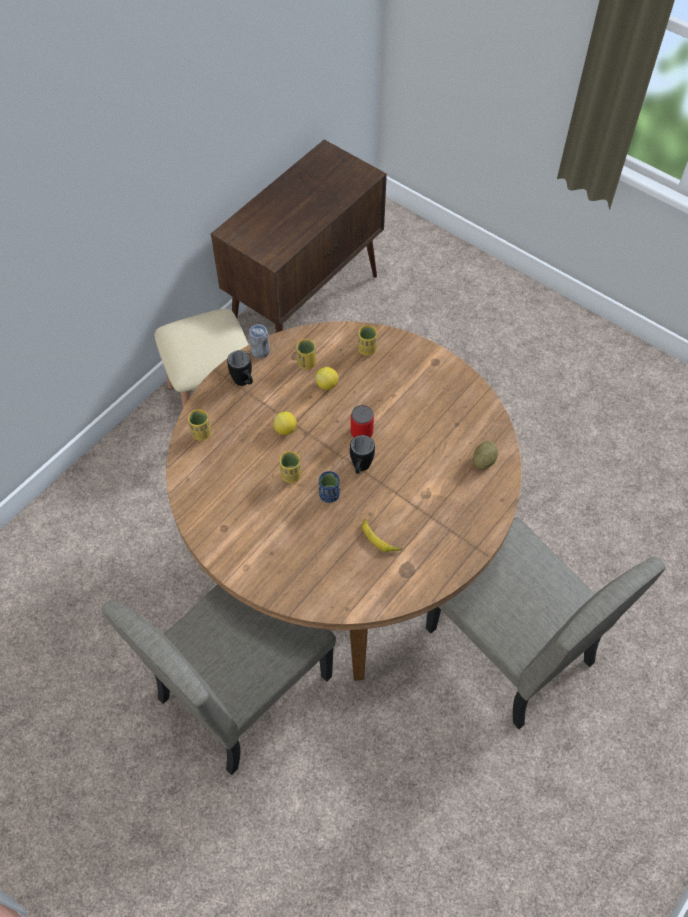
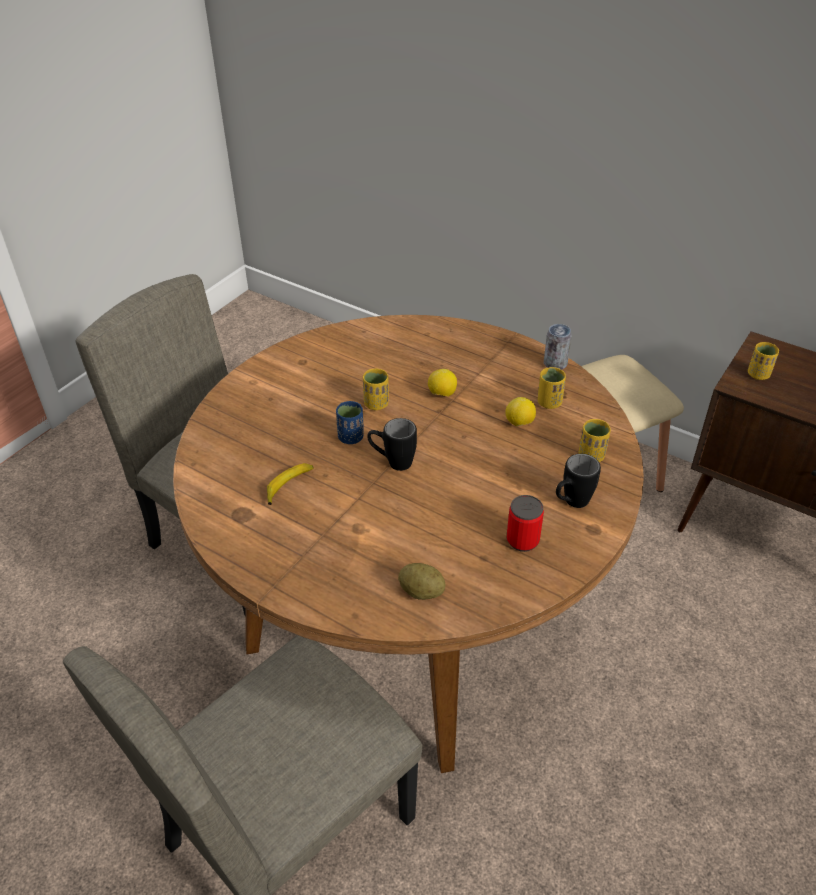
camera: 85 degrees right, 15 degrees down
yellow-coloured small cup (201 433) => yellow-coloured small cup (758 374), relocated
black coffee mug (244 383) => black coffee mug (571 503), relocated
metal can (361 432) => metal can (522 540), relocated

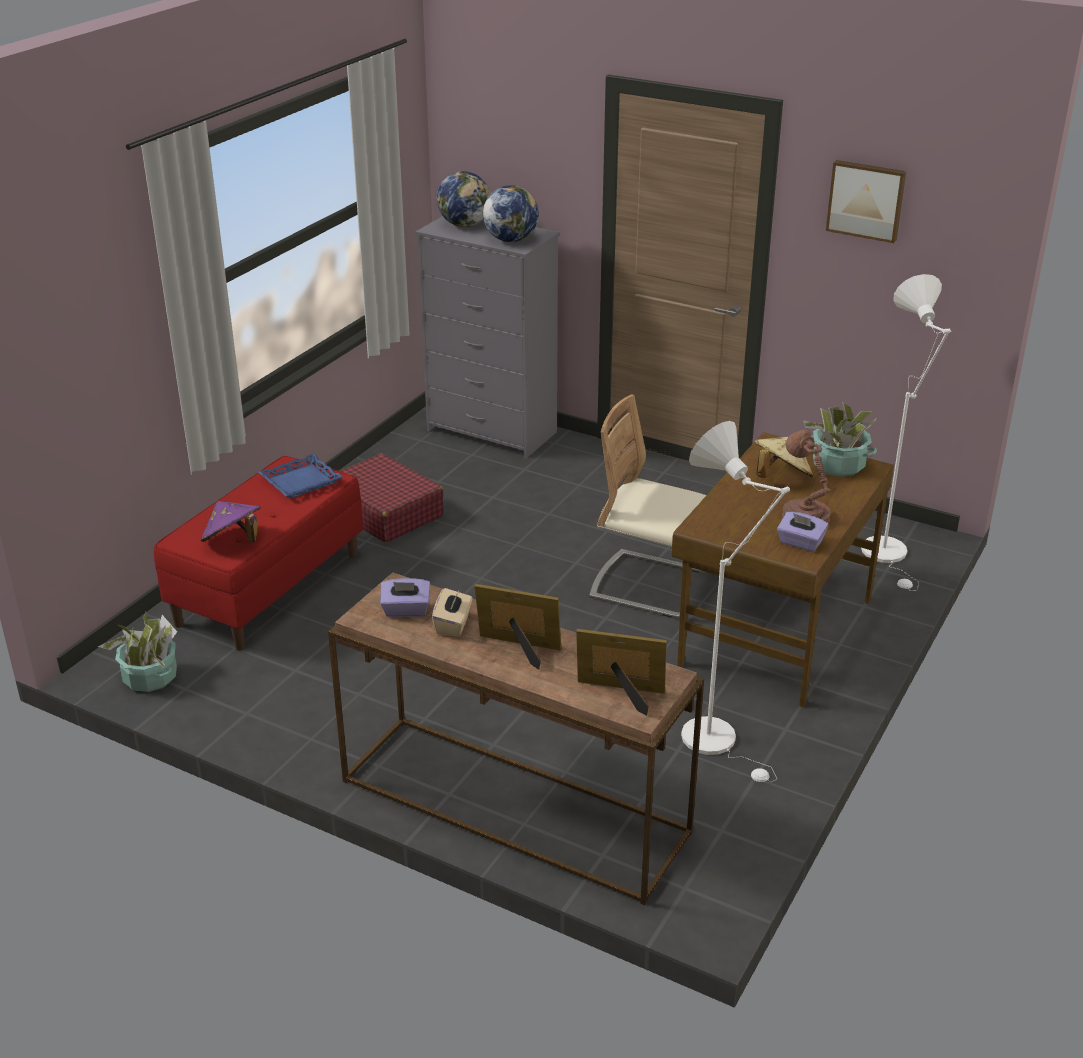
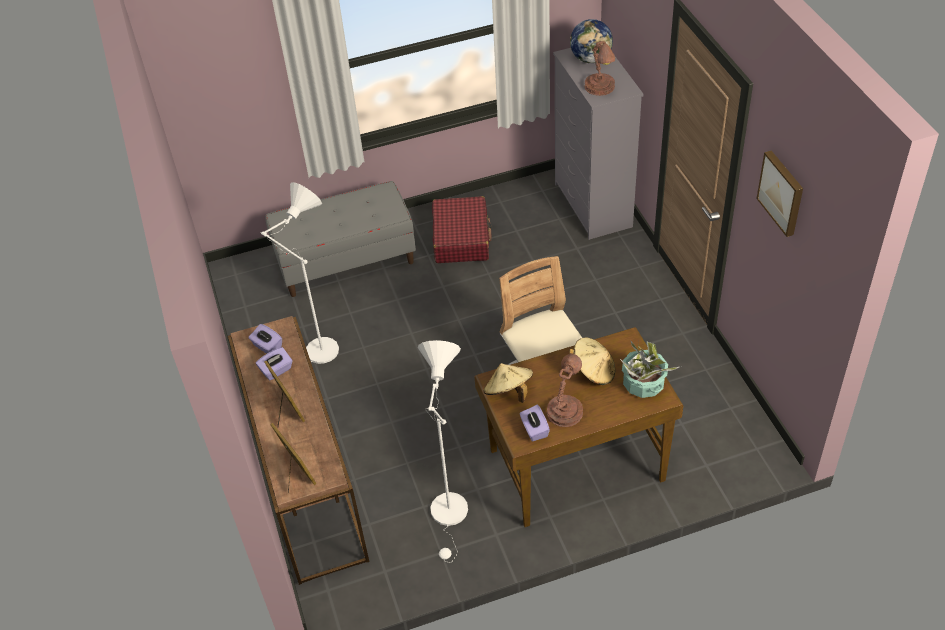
camera: 45 degrees right, 15 degrees up
houseplant (150 677) => nothing
purple-coloured clothing hat (233 542) => nothing
blue-coloured serving tray (301 481) => nothing
nothing => beige clothing hat (508 392)
whitish standard lamp (889 555) => whitish standard lamp (319 356), relocated
desk globe (511 240) => brown table lamp (600 88)
red long seat (268 588) => grey long seat (346 261)
beige tissue box (453 624) => purple-coloured tissue box (276 370)

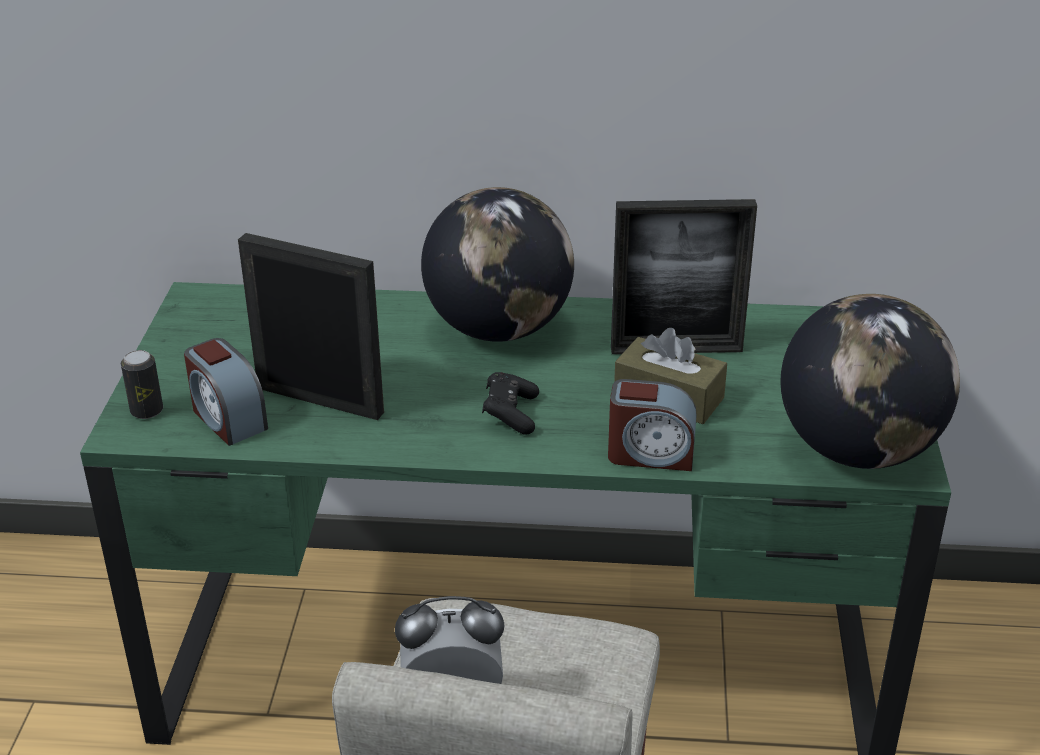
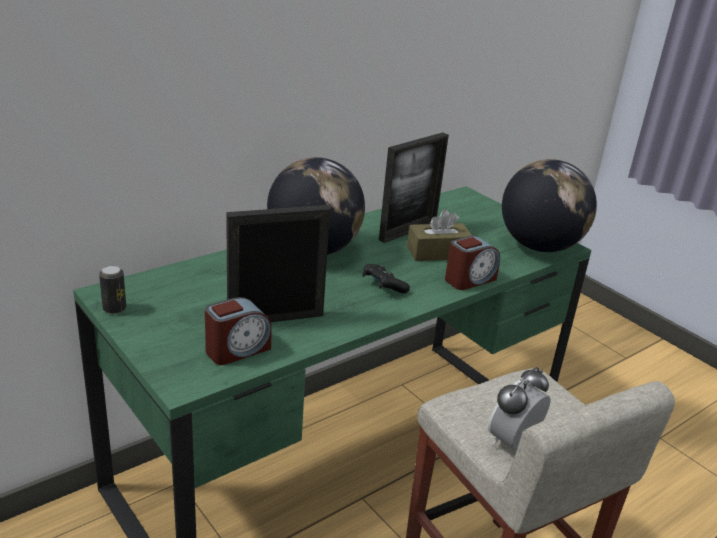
camera: 45 degrees left, 5 degrees down
metal can (147 411) => metal can (114 308), relocated
table clock (228 418) => table clock (237 350), 45 degrees counterclockwise

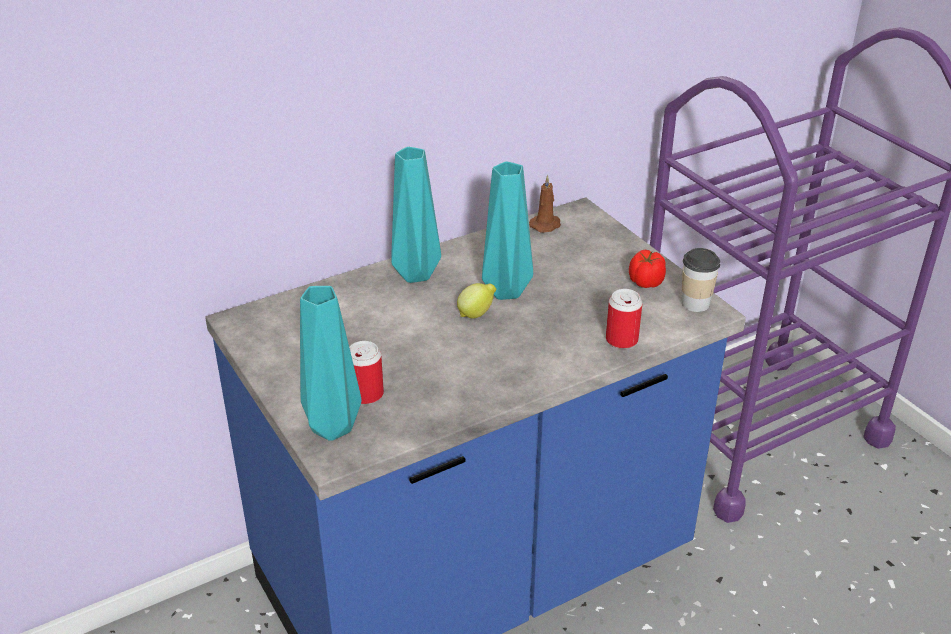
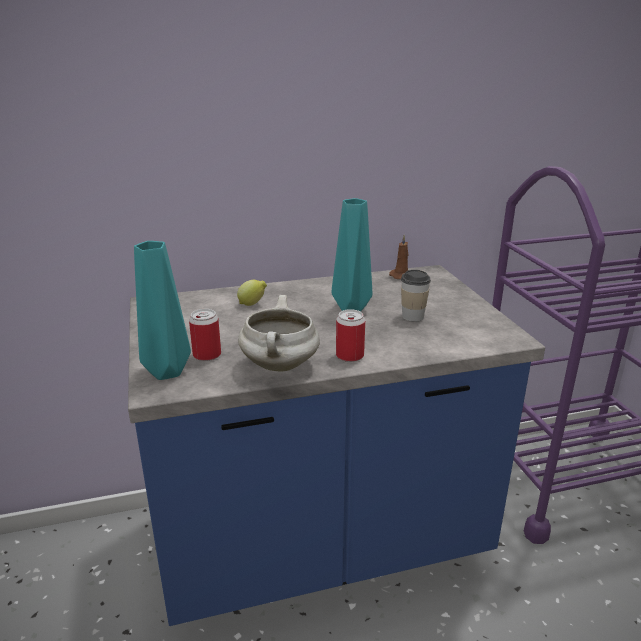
camera: 15 degrees right, 10 degrees down
blue-green decorative vase (416 273) => nothing
tomato (645 282) => nothing
nothing => whitish cooking pot (281 366)
lemon (476 314) => lemon (252 304), relocated
metal can (621 340) => metal can (349 356), relocated
small cup (695 304) => small cup (413 316), relocated

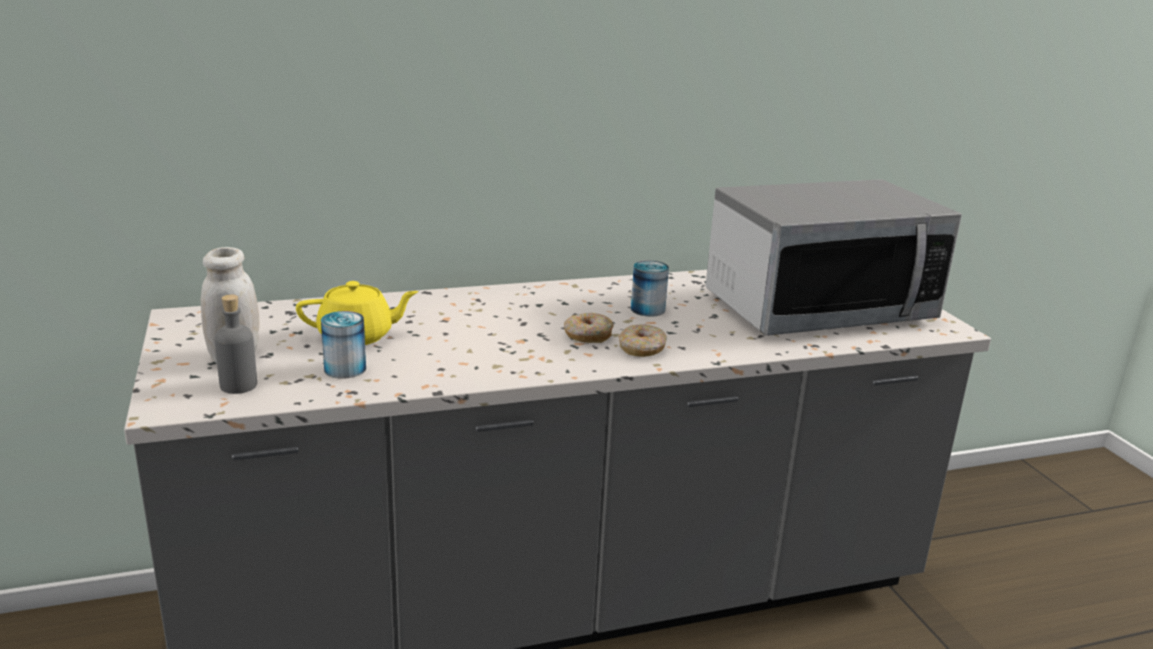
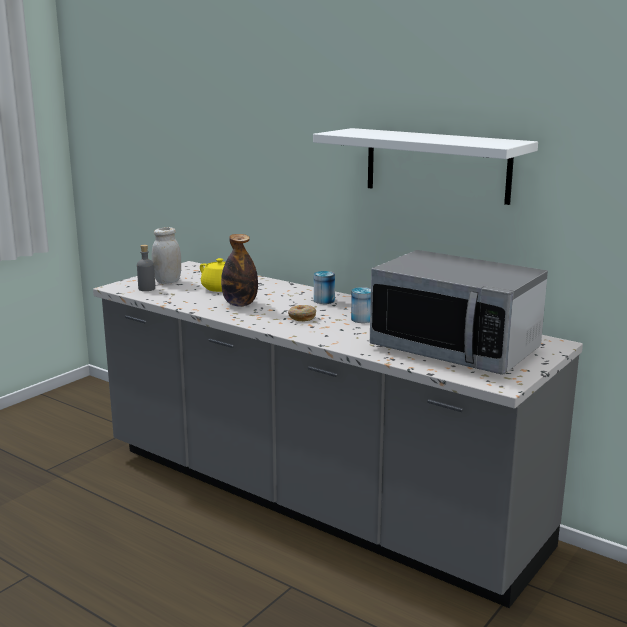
camera: 55 degrees right, 5 degrees down
doughnut (642 349) => nothing
nothing => bottle (240 304)
nothing => whitish shelf (437 165)
metal can (345 369) => metal can (324 301), relocated

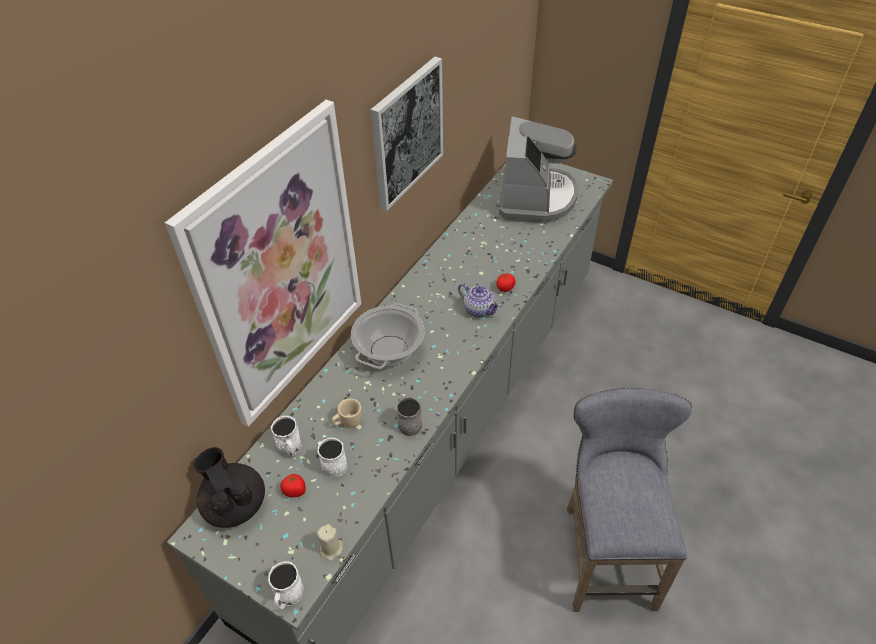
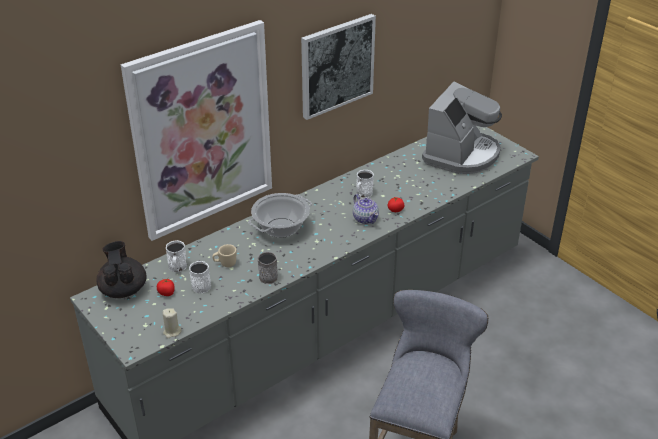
camera: 20 degrees right, 10 degrees down
whitish coffee mug (288 596) => whitish coffee mug (363 194), relocated

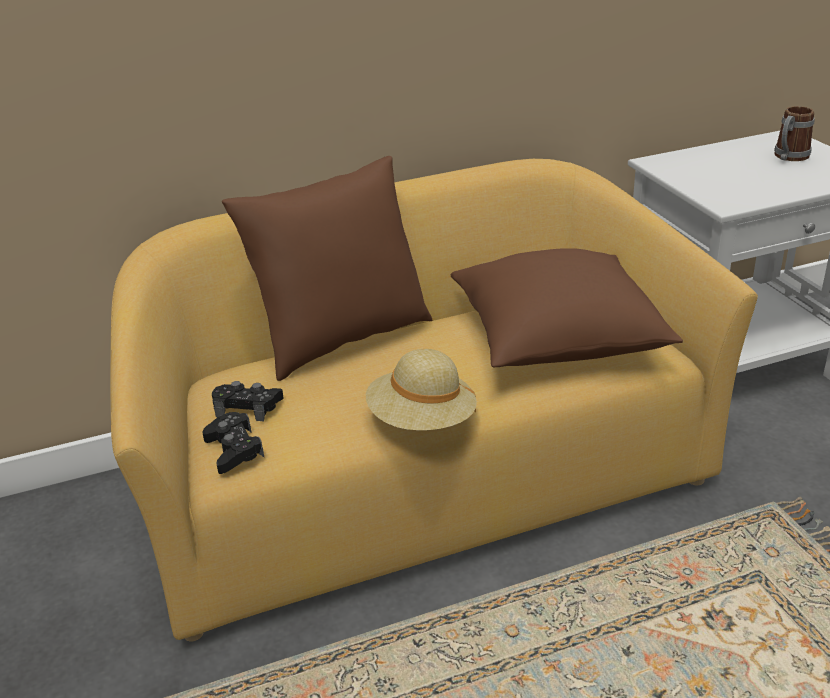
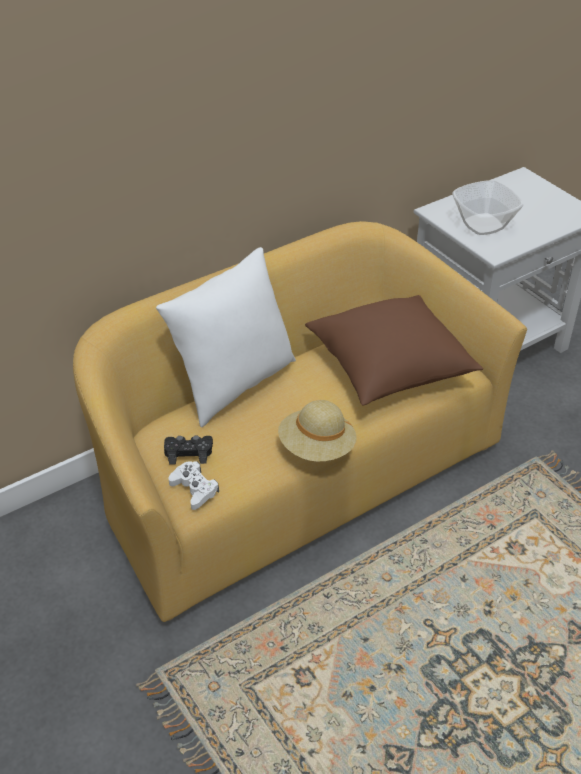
camera: 15 degrees left, 10 degrees up
coffee mug (788 157) => nothing
nothing => bowl (483 225)
black gamepad (234 450) => whitish gamepad (194 489)
brown cushion (341 339) => whitish cushion (233 384)

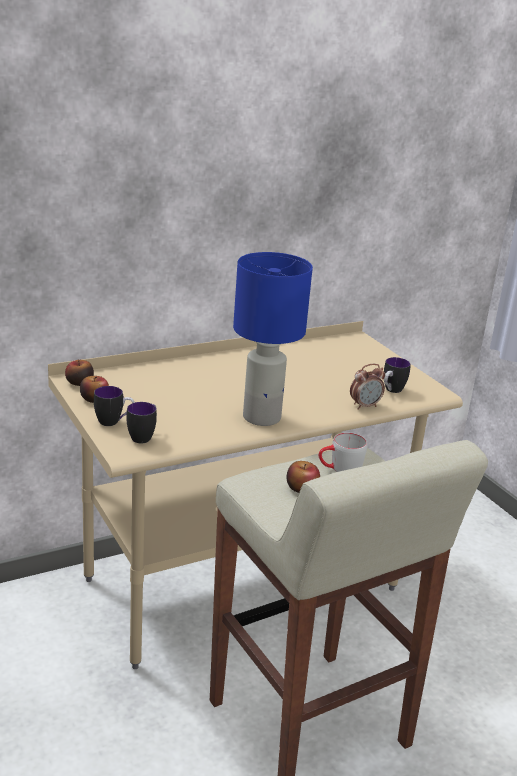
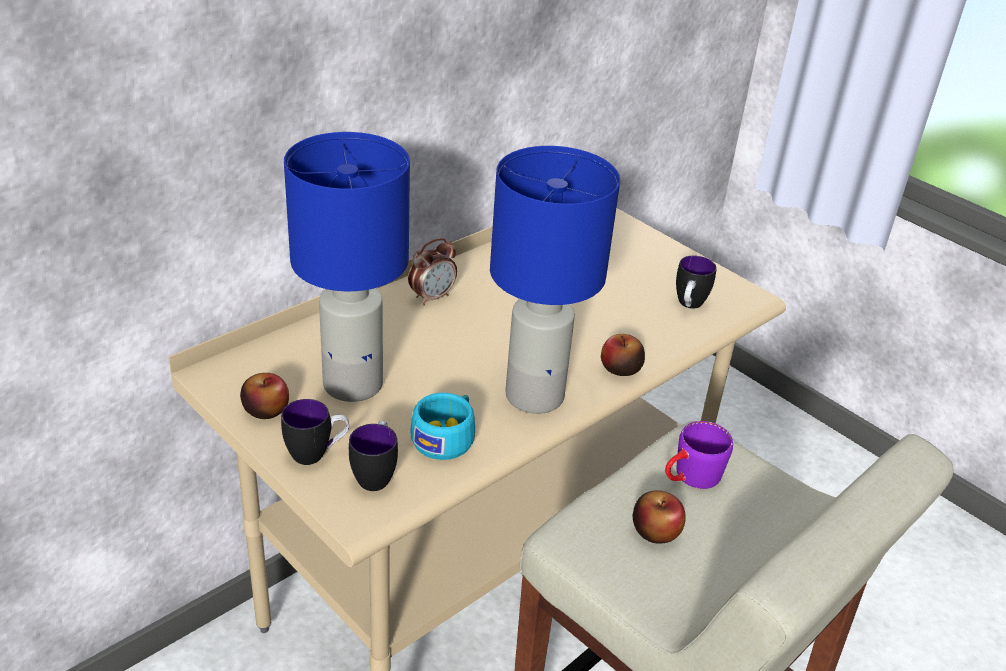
camera: 15 degrees left, 10 degrees up
nothing => blue-coloured table lamp (354 383)
nothing => blue-green small cup (446 437)
apple (79 383) => apple (620 369), relocated
table clock (365 406) => table clock (432 297), relocated
grey coffee mug (339 469) => purple-coloured coffee mug (690 478)

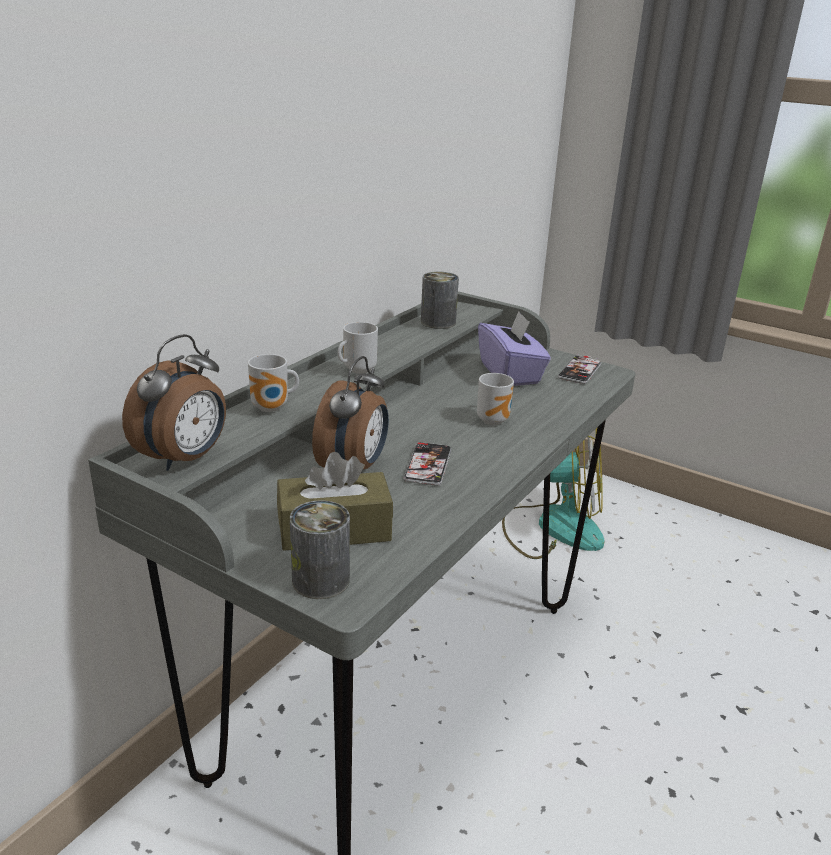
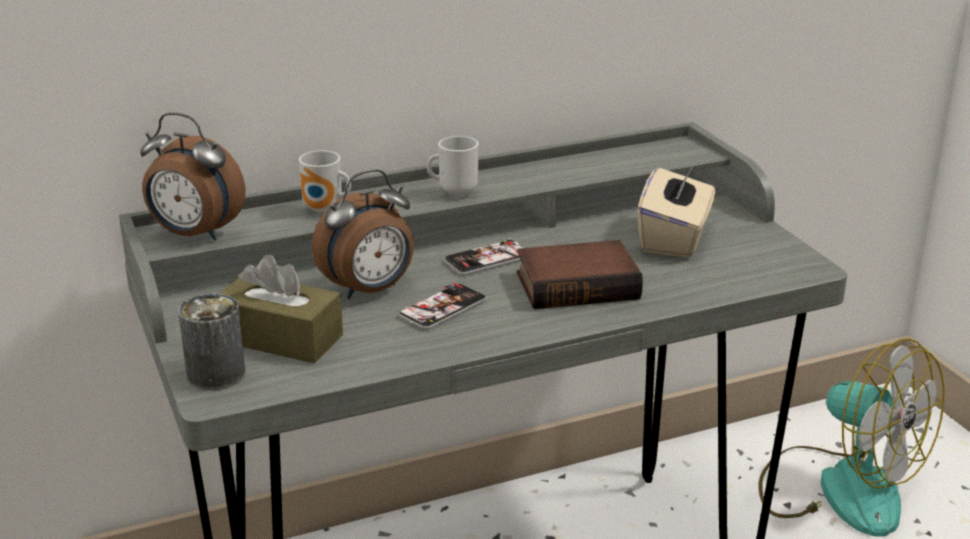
camera: 35 degrees right, 0 degrees up
metal can (438 322) => nothing
handset (579 371) => handset (487 259), relocated
coffee mug (494 420) => volume (578 284)
purple-coloured tissue box (510 373) => beige tissue box (674 239)
table clock (185 459) => table clock (194 235), 45 degrees clockwise

